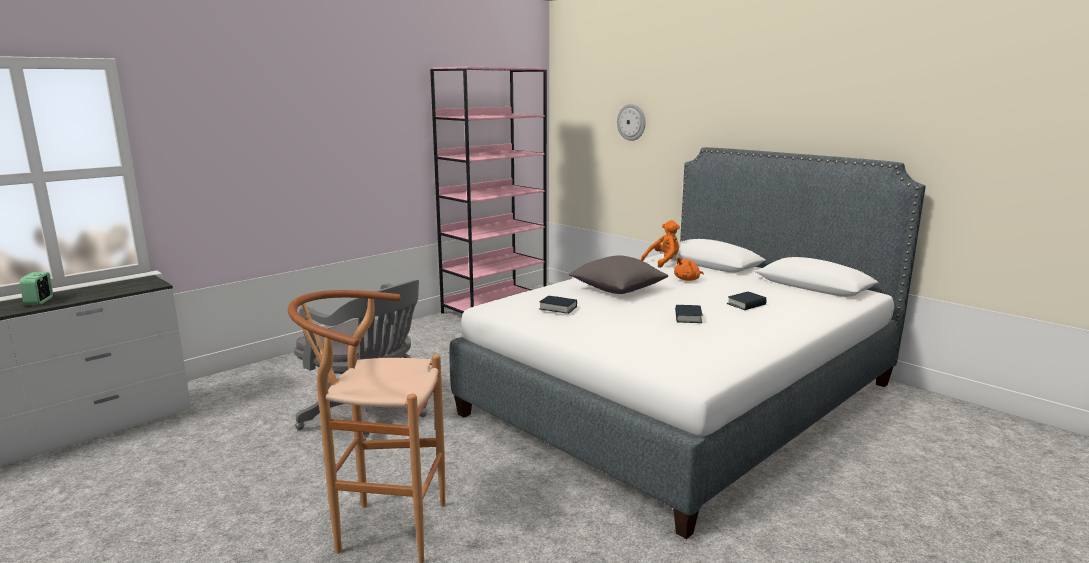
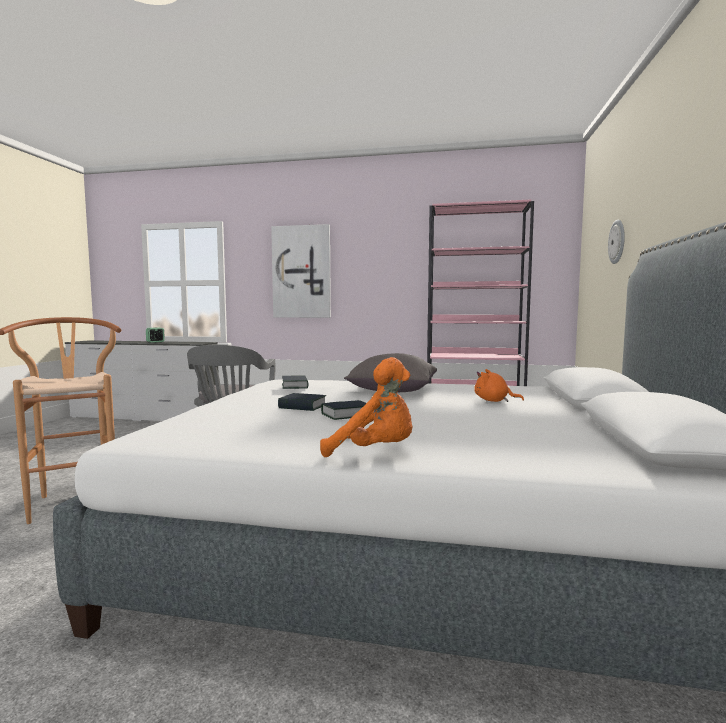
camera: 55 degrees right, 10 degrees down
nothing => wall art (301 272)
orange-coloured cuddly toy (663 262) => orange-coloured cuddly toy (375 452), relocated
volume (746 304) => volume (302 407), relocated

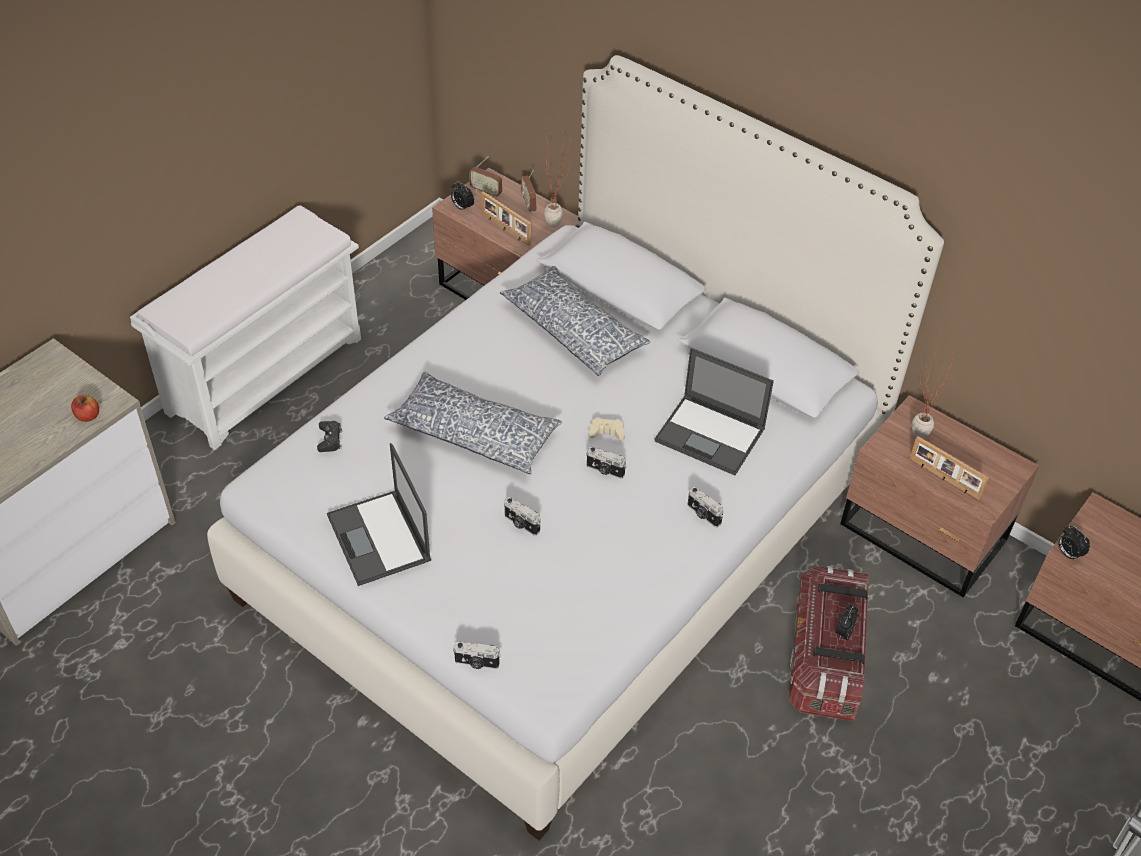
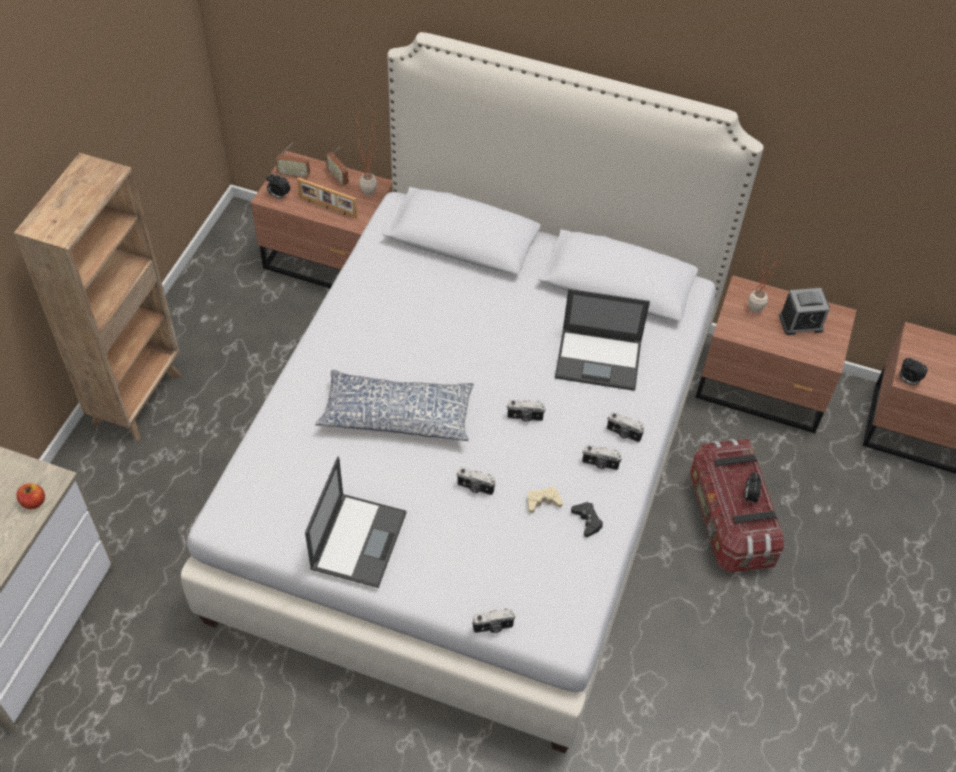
camera: 20 degrees left, 5 degrees up
cushion (574 330) => nothing
standing frame (944 479) => nothing
nothing => still camera (600 464)
nothing => table clock (801 322)
black gamepad (330 439) => black gamepad (587 521), relocated
beige gamepad (606 432) => beige gamepad (543 502), relocated
whitish long seat (266 373) => brown bookshelf (138 397)
laptop (379 539) => laptop (358 539), 120 degrees counterclockwise

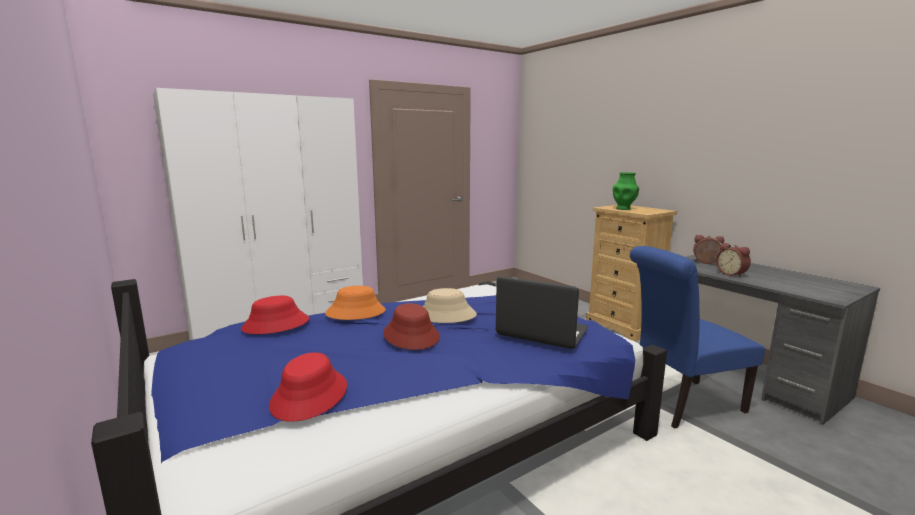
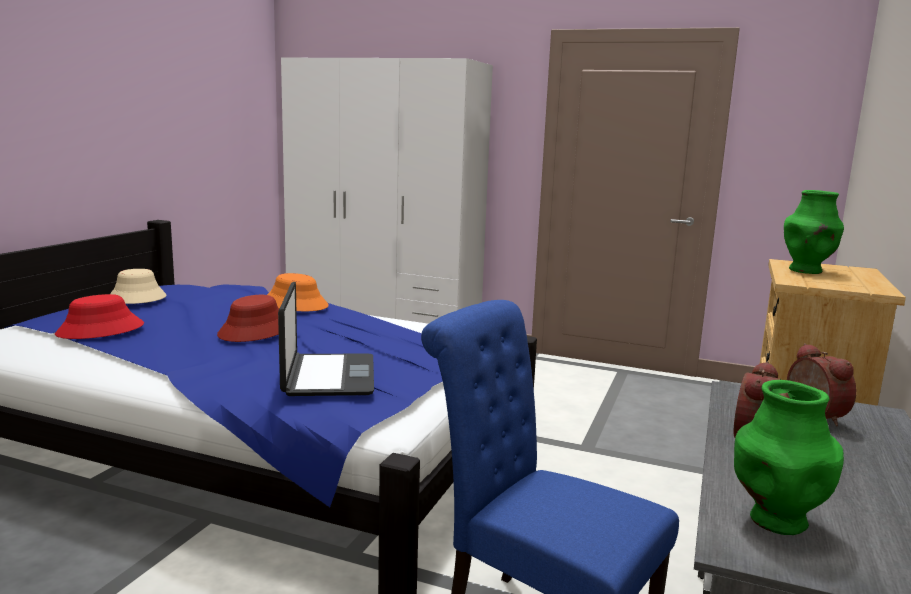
camera: 55 degrees right, 0 degrees up
red clothing hat (276 324) => nothing
nothing => greenish decorative vase (776 521)
beige clothing hat (446 315) => beige clothing hat (137 298), relocated

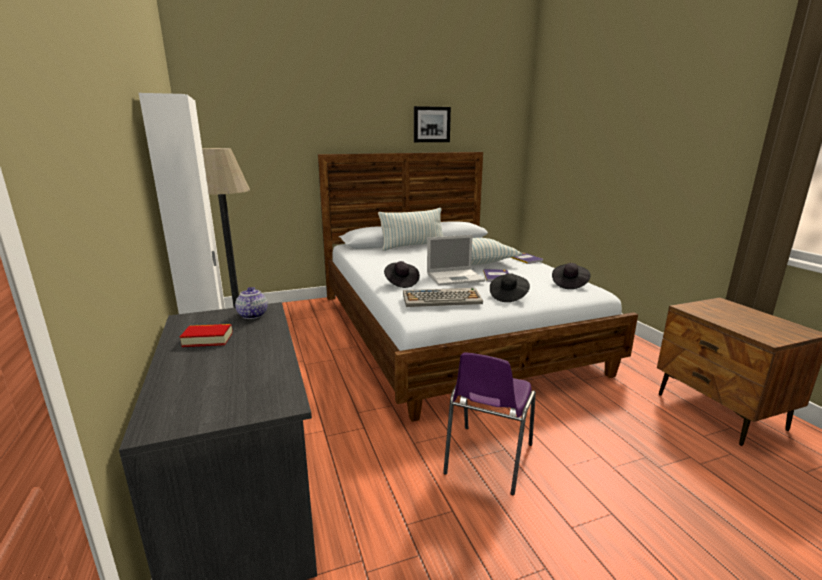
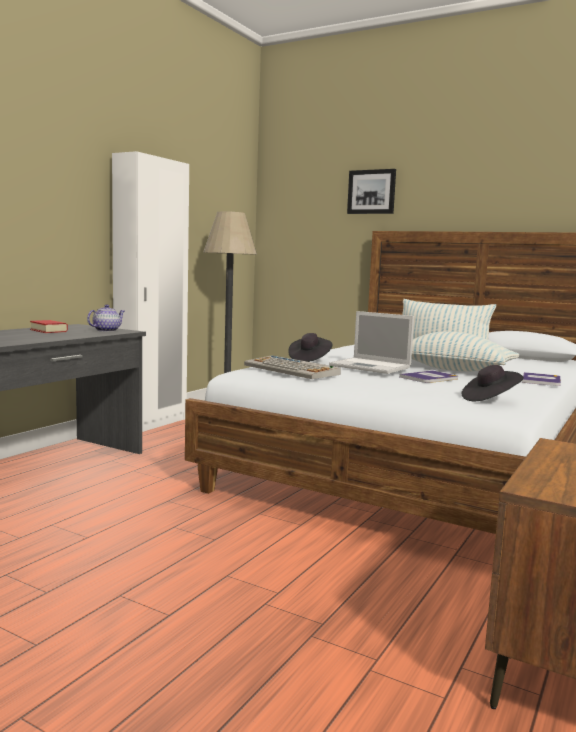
camera: 50 degrees right, 10 degrees down
purple-coloured upright chair (487 460) => nothing
black clothing hat (508 296) => nothing
wall art (431 124) => wall art (371 192), relocated

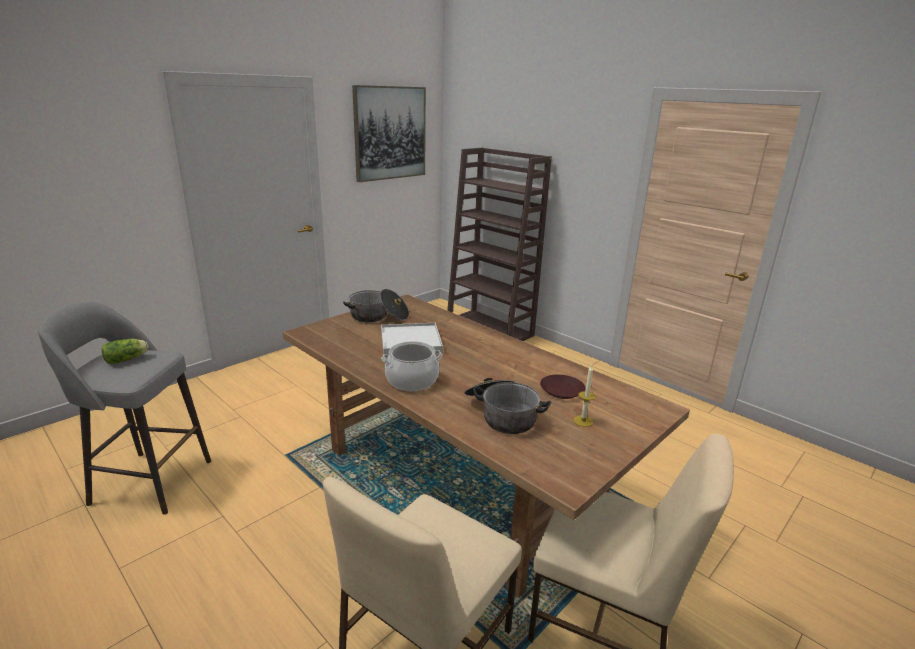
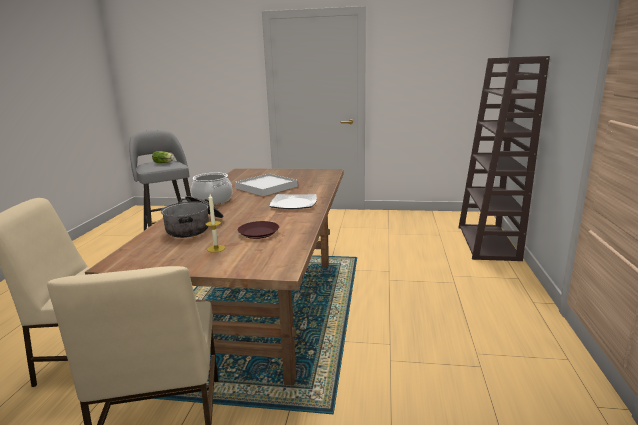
camera: 55 degrees right, 5 degrees down
cooking pot (378 316) => nothing
wall art (390 133) => nothing
nothing => plate (294 204)

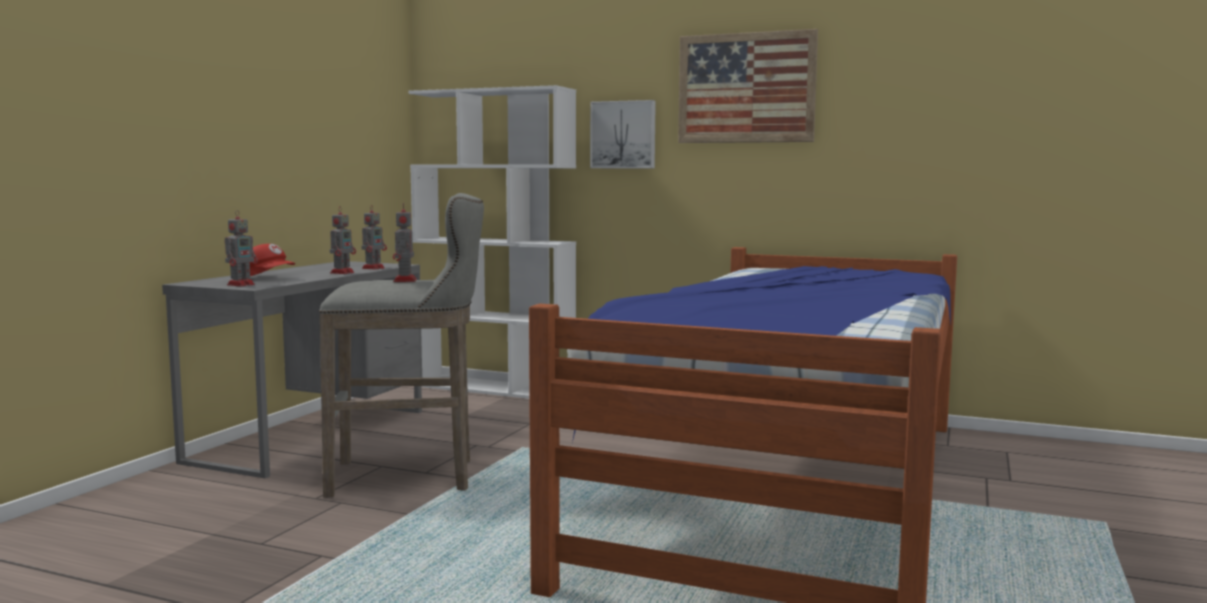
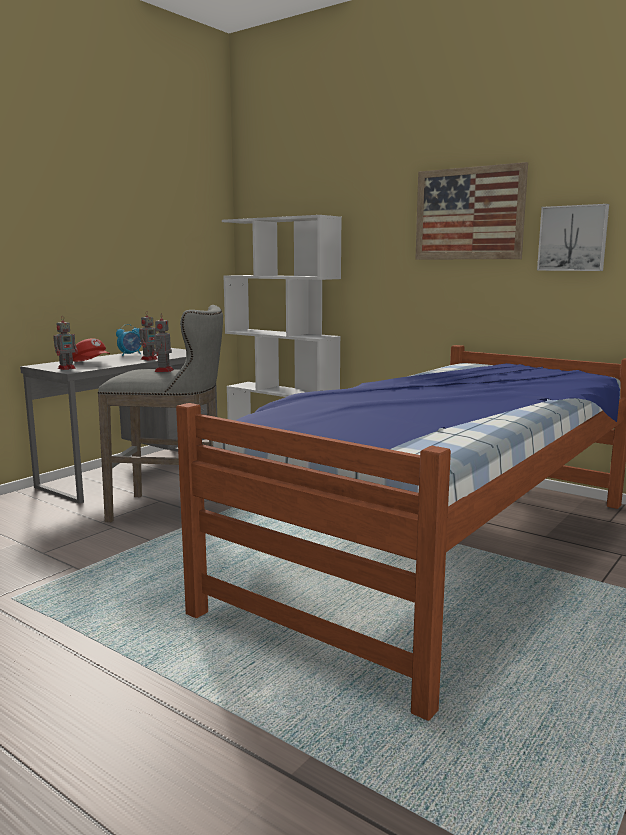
camera: 15 degrees right, 5 degrees up
robot figure (374 268) => nothing
nothing => table clock (130 354)
wall art (623 135) => wall art (573 238), relocated

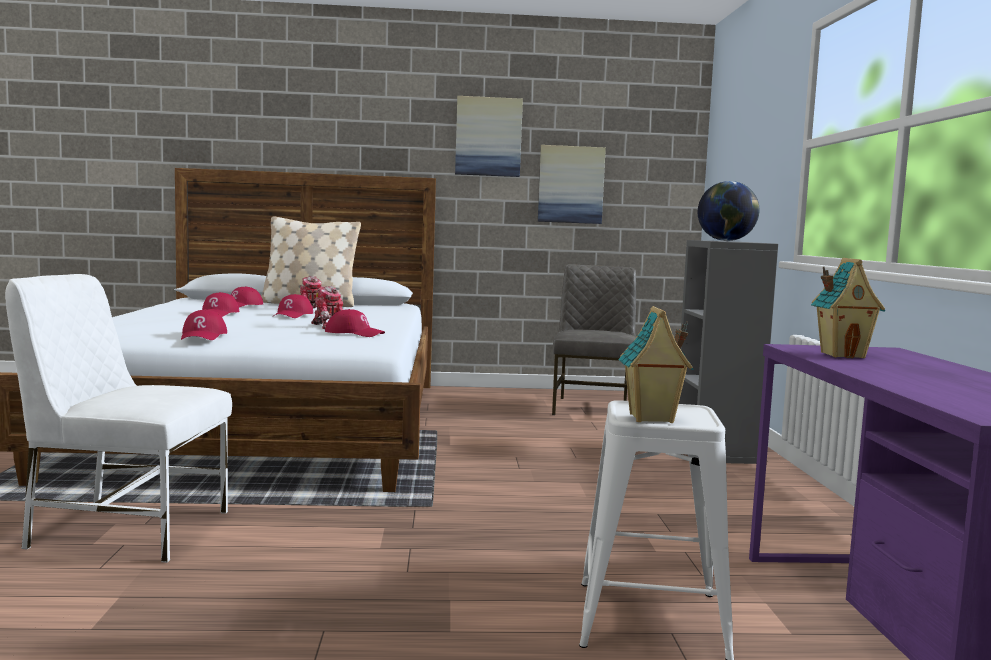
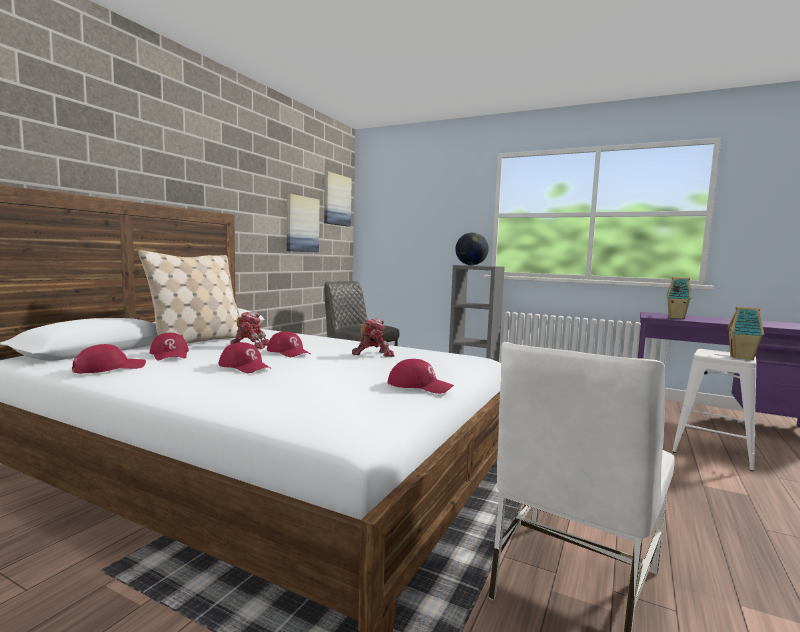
camera: 60 degrees left, 0 degrees up
red cap (355 333) => red cap (109 368), relocated
wall art (488 137) => wall art (336 200), relocated

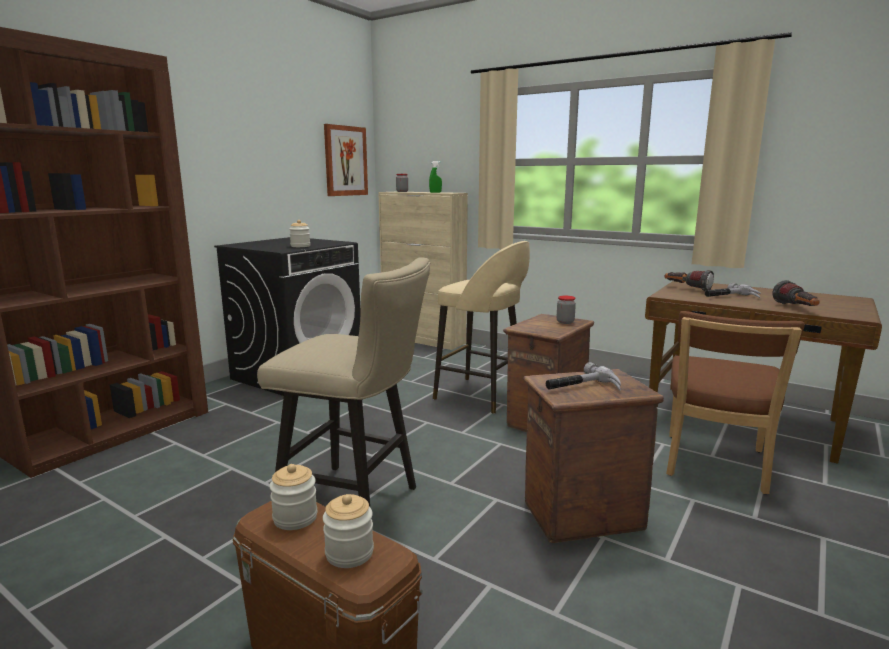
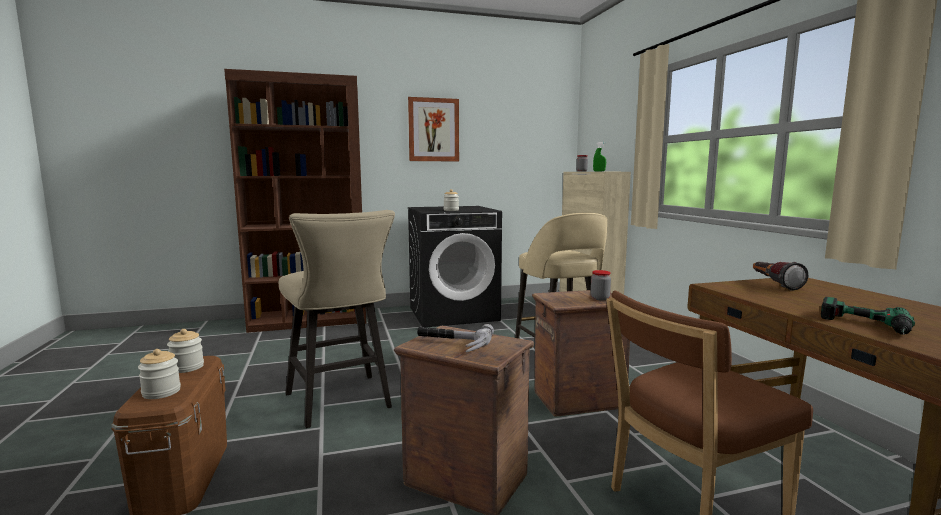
camera: 40 degrees right, 5 degrees down
tool hammer (730 297) => nothing
wall art (345 161) => wall art (433 130), relocated
flashlight (796 309) => drill (864 326)

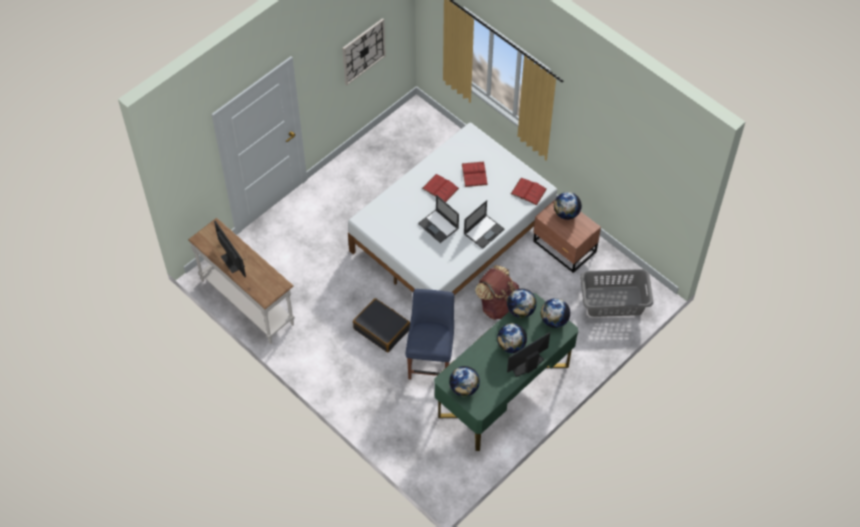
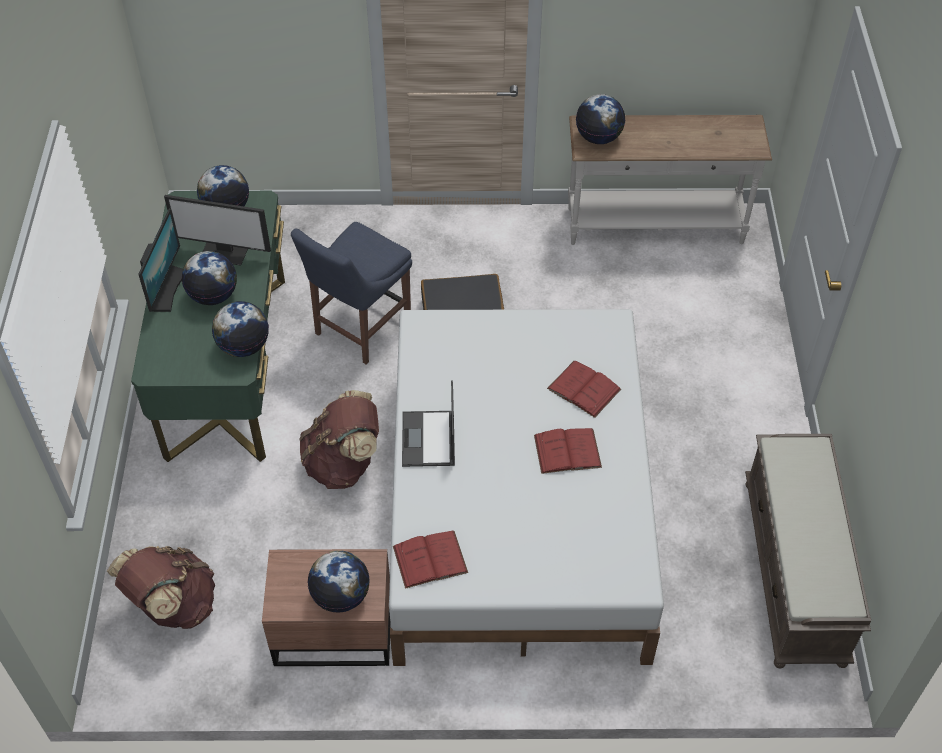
camera: 135 degrees right, 5 degrees down
hanging clock (363 51) => nothing
laptop (439 226) => nothing
nothing => brown long seat (795 572)
computer display (232 261) => computer display (225 252), relocated
red volume (474 174) => red volume (584 389), relocated
desk globe (554 320) => desk globe (598 137), relocated
grey laundry basket (614 302) => brown knapsack (173 605)
blue-coloured upright chair (431 360) => blue-coloured upright chair (359 330), 75 degrees clockwise

